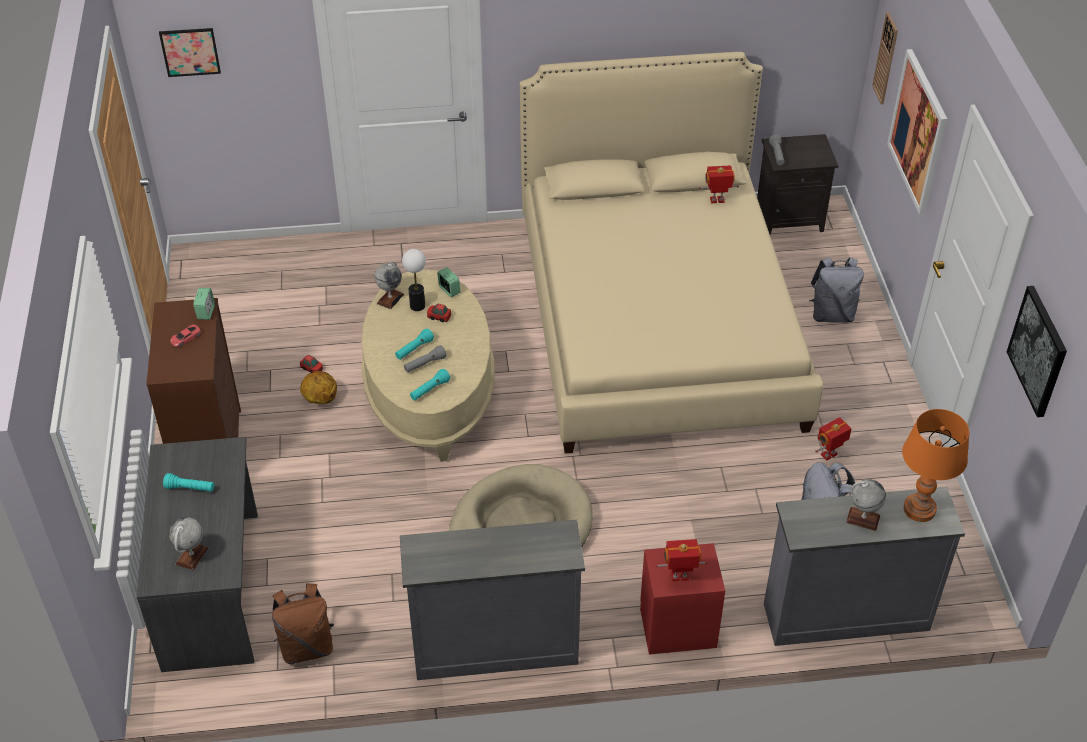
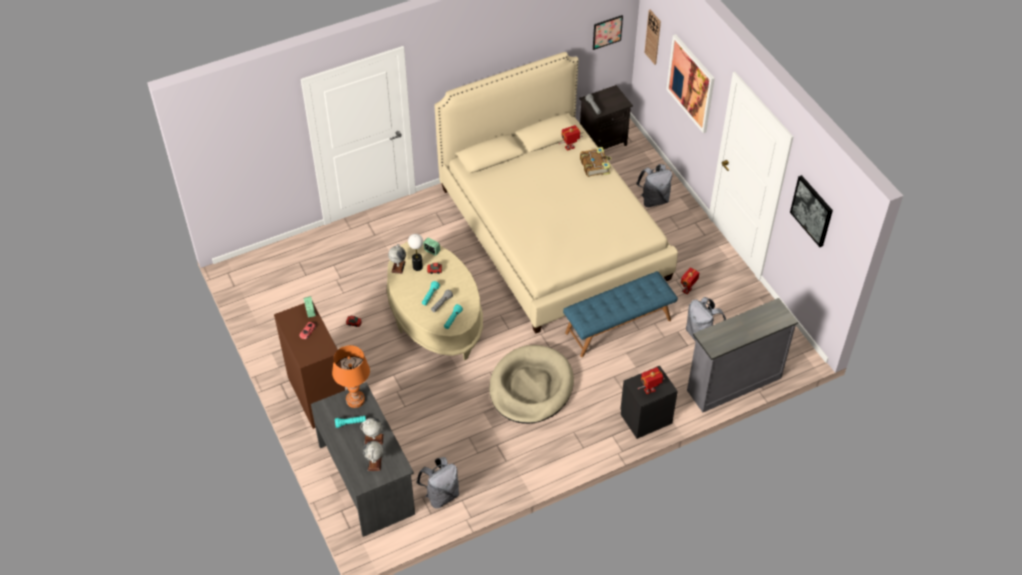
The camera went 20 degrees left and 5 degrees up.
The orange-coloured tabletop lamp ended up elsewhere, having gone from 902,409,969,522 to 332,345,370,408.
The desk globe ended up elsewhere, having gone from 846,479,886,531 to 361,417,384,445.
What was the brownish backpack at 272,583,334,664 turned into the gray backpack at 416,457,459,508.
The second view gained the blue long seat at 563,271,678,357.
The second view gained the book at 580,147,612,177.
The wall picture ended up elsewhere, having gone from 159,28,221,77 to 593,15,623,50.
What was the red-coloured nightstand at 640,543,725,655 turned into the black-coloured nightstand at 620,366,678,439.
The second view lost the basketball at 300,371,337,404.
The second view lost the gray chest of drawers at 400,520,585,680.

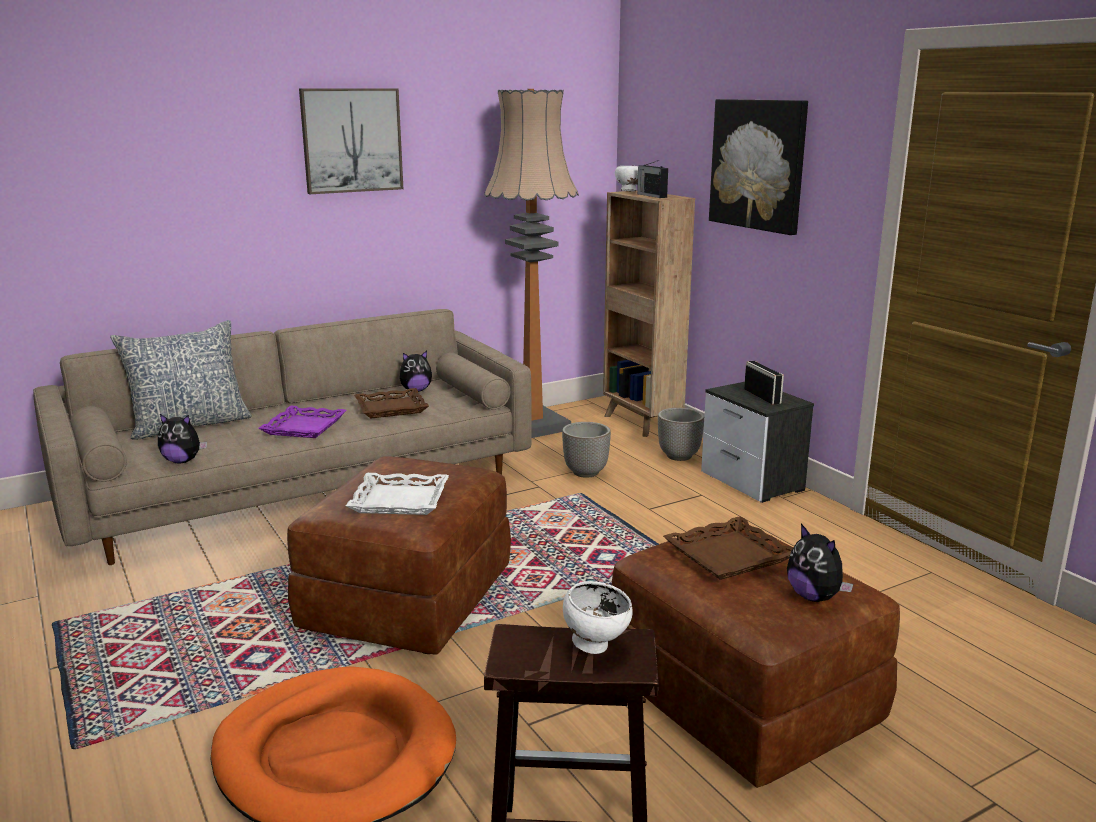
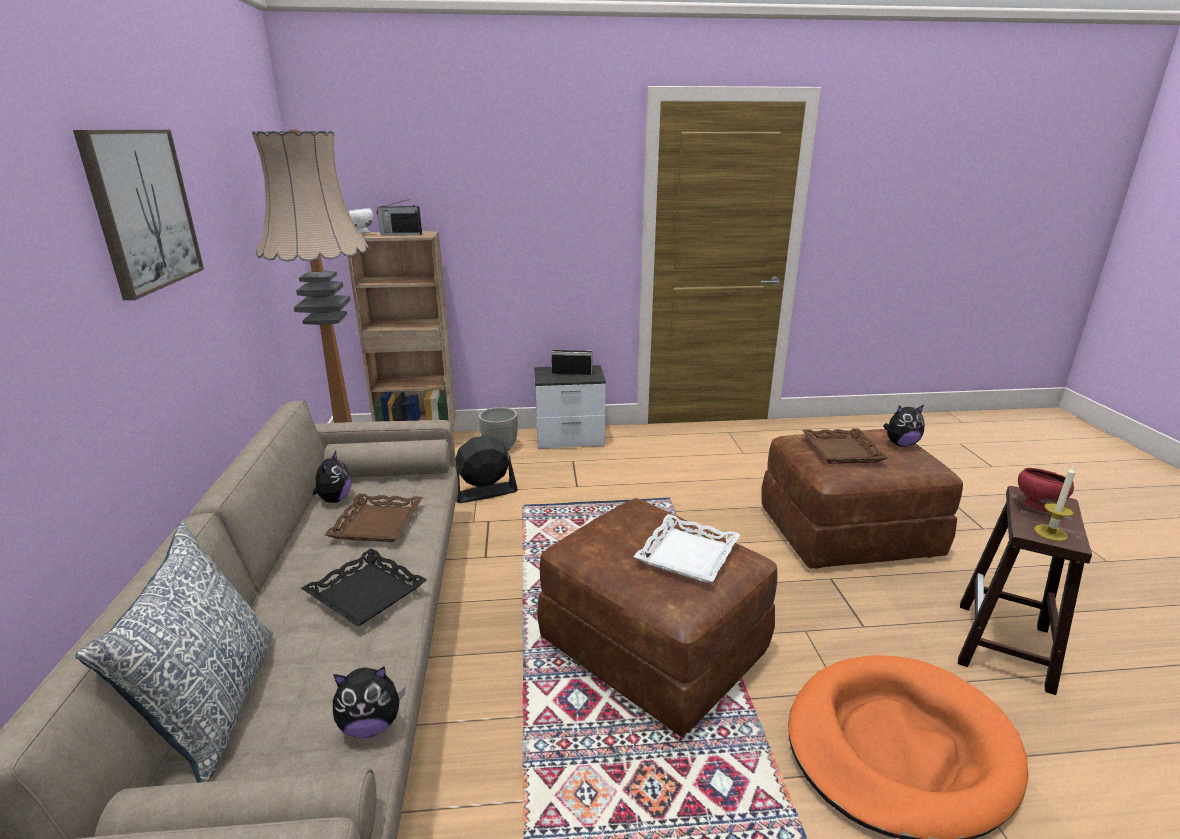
The camera went 65 degrees left and 5 degrees up.
What was the purple-coloured serving tray at 258,406,347,438 turned into the black-coloured serving tray at 301,548,427,626.
The soft toy at 158,414,207,463 ended up facing another way, 45 degrees clockwise from before.
Where the flower pot stood at 562,422,611,478, the black-coloured cooling fan came to stand at 455,435,518,503.
What was the white-coloured deep dish at 563,581,633,654 turned into the red-coloured deep dish at 1018,468,1074,512.
The second view gained the candle at 1034,466,1075,541.
The second view lost the wall picture at 709,99,808,235.

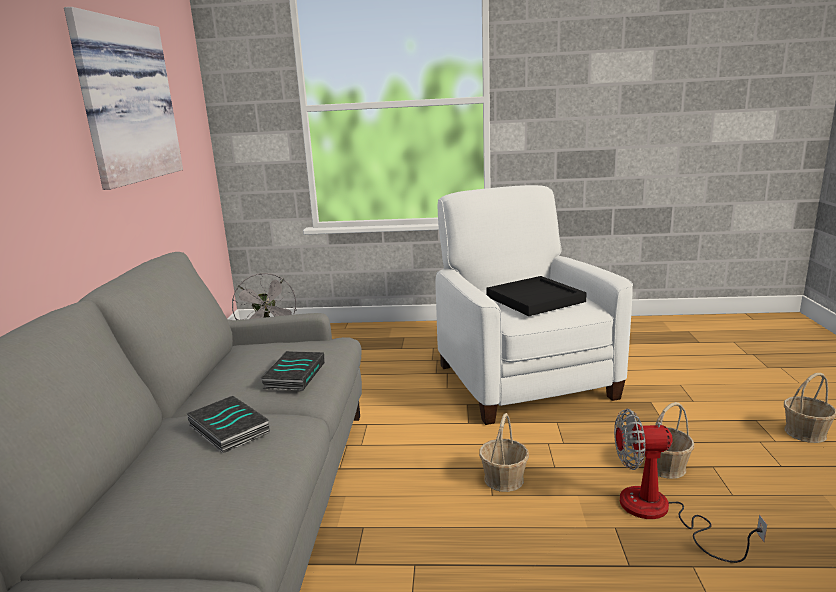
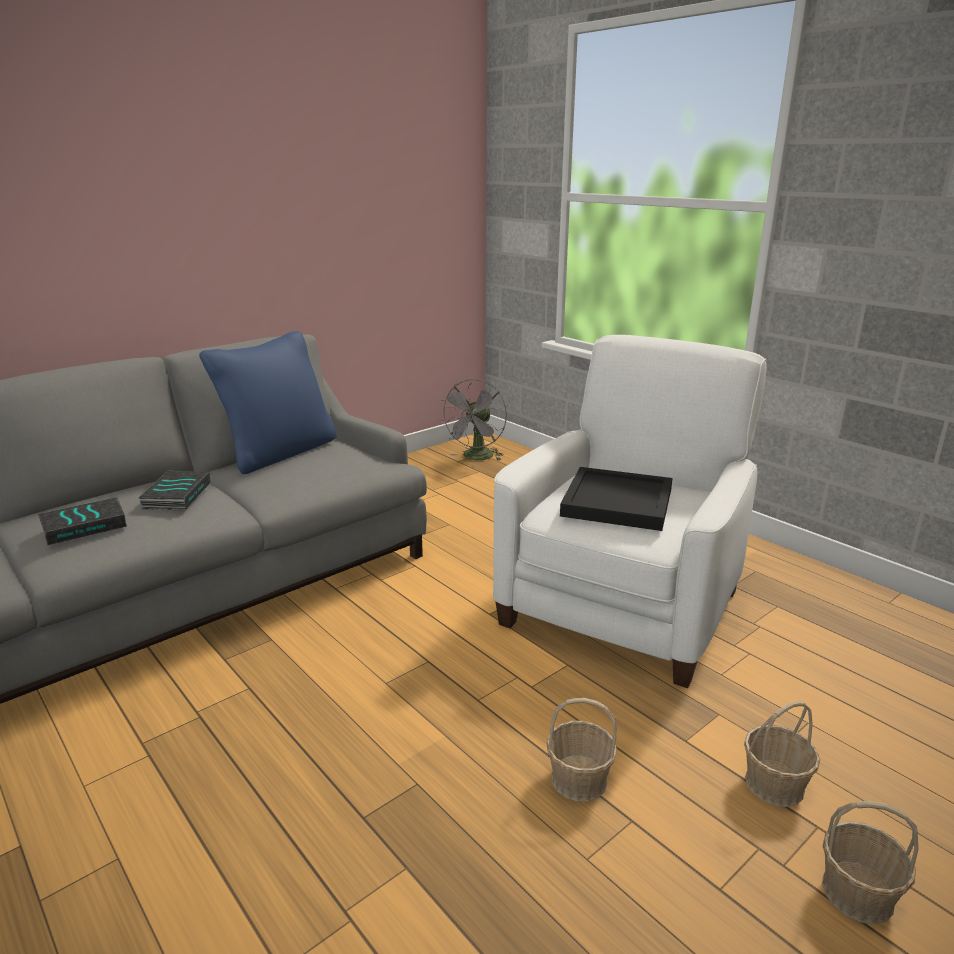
The camera went 45 degrees right and 5 degrees up.
The book ended up elsewhere, having gone from 261,351,325,391 to 38,497,127,545.
The second view gained the blue throw pillow at 199,331,336,474.
The household basket ended up elsewhere, having gone from 479,413,529,492 to 744,701,820,807.
The second view lost the wall picture at 64,7,183,190.
The second view lost the cooling fan at 614,409,767,563.

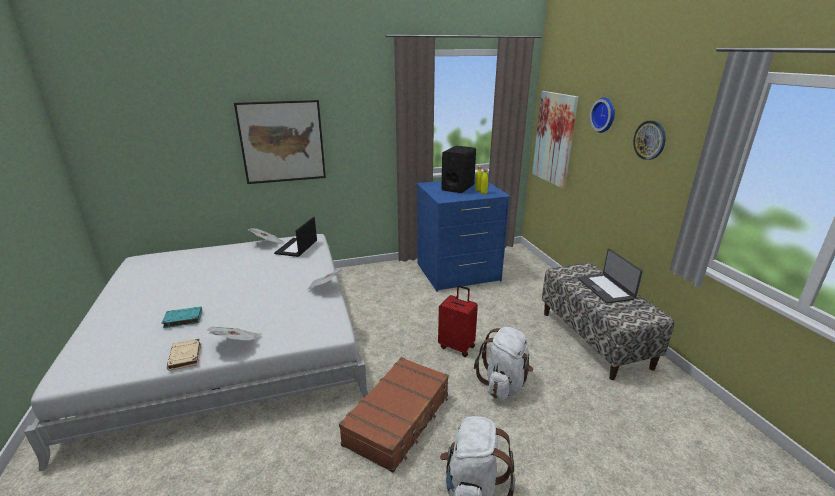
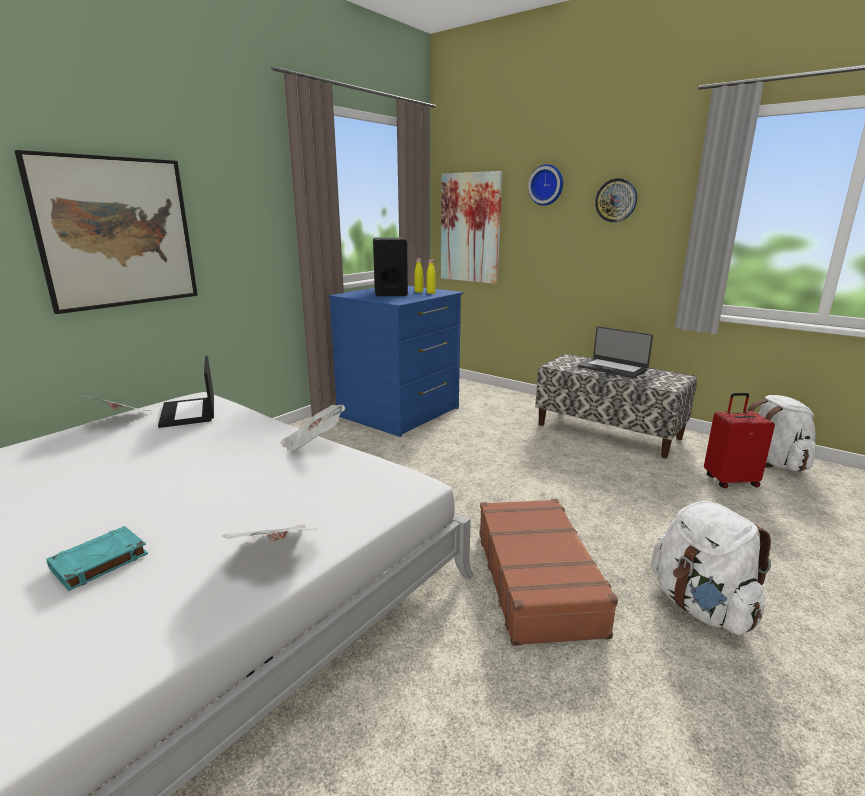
The camera went 35 degrees left and 5 degrees down.
The red-coloured suitcase ended up elsewhere, having gone from 438,285,478,357 to 704,393,775,488.
The white-coloured backpack ended up elsewhere, having gone from 474,327,533,400 to 747,395,816,471.
The second view lost the beige book at 167,338,201,371.

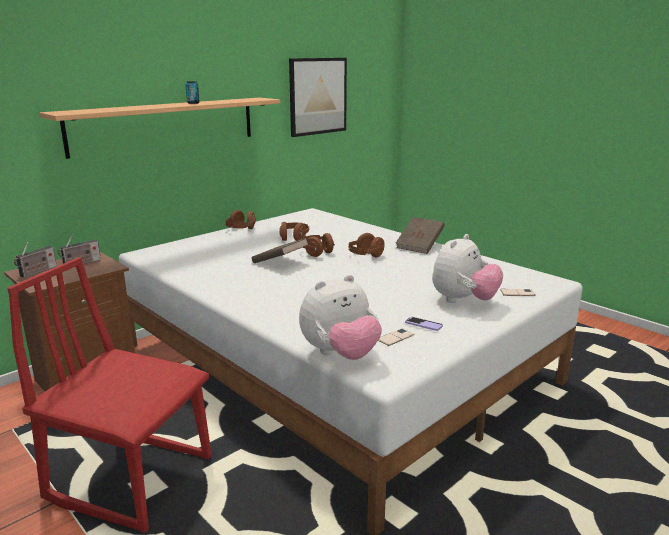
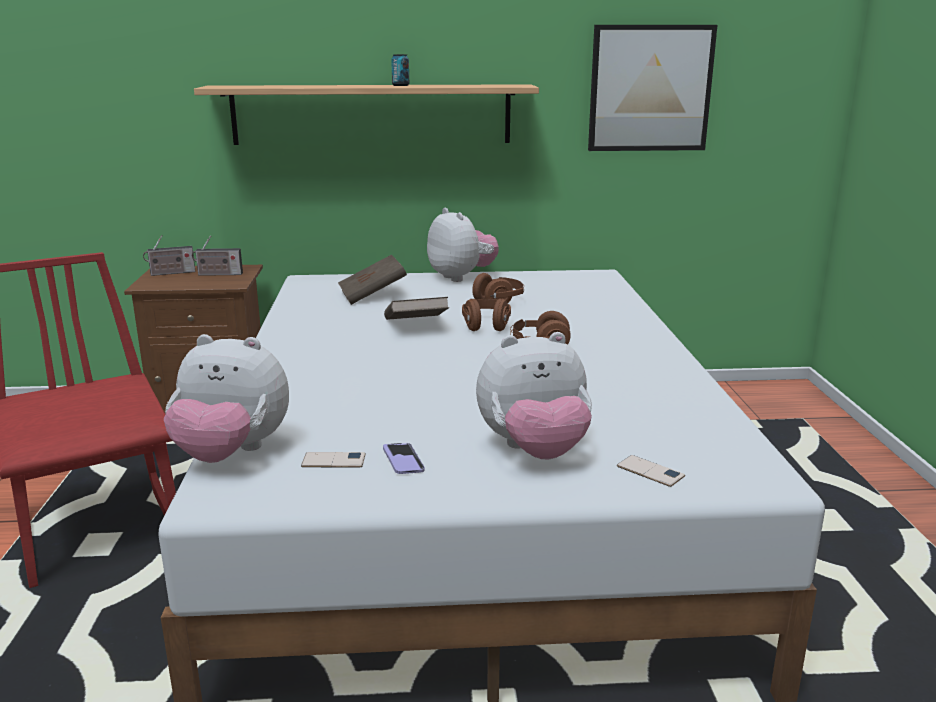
The camera went 40 degrees right and 0 degrees up.
The brownish book ended up elsewhere, having gone from 396,217,445,254 to 338,255,407,305.
Where the brownish headphones stood at 225,210,256,229, the soft toy came to stand at 427,208,499,282.

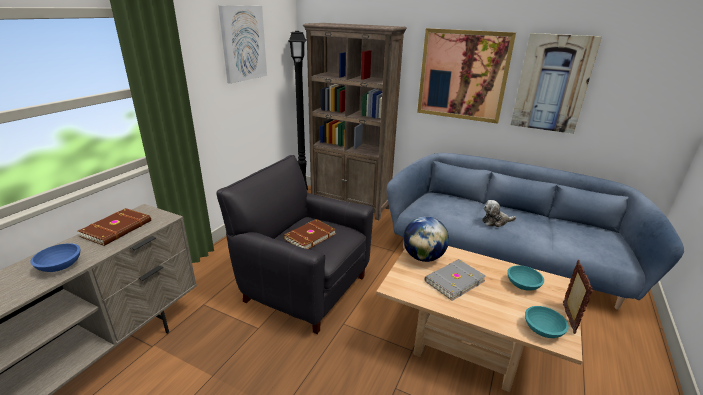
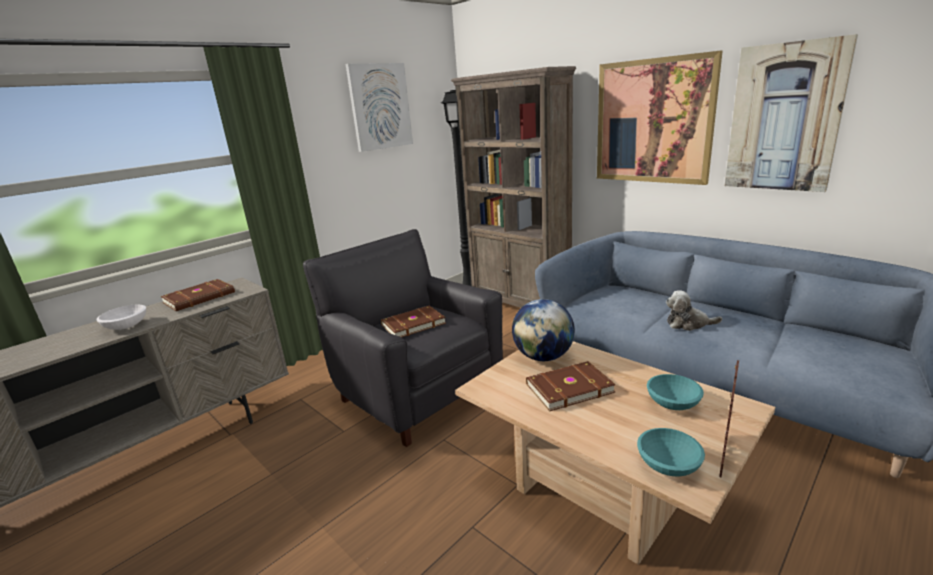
The camera went 20 degrees right and 5 degrees down.
What was the blue deep dish at 30,243,80,272 turned into the white-coloured deep dish at 96,305,146,330.
What was the gray book at 425,259,486,301 turned into the brownish book at 526,361,616,411.

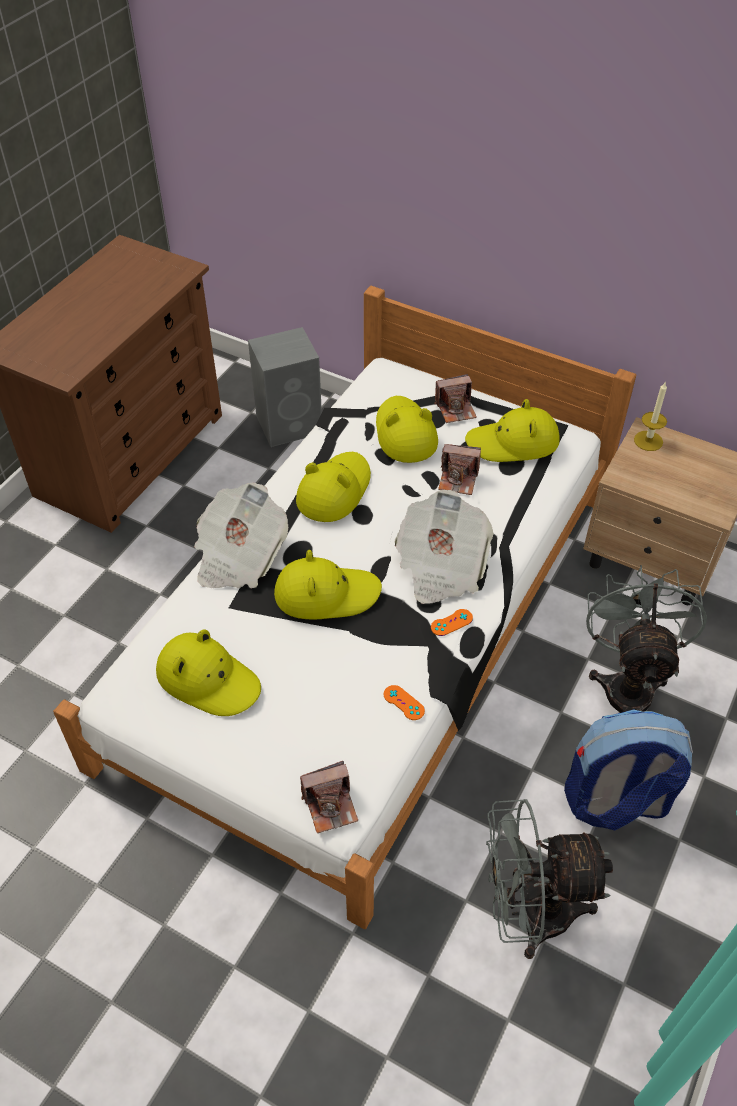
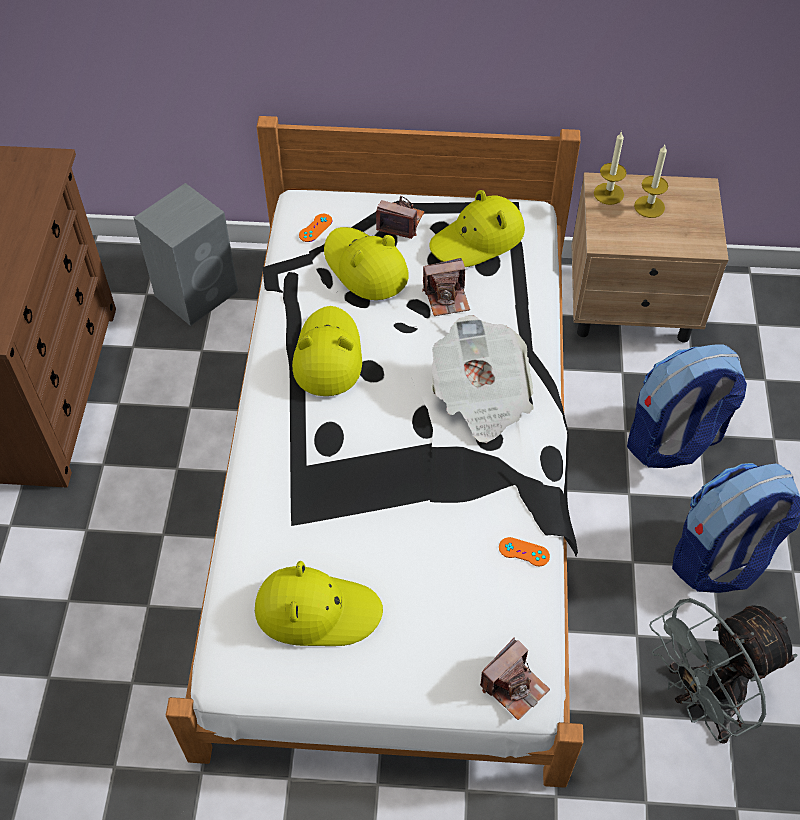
The camera went 25 degrees left and 5 degrees up.
The orange-coloured joypad ended up elsewhere, having gone from 431,609,473,636 to 299,214,333,242.
The photo camera at 435,374,477,423 ended up facing another way, 120 degrees counterclockwise from before.
Where the gray cooling fan stood at 586,565,707,713, the backpack came to stand at 627,344,747,468.
The second view gained the candle at 634,145,668,218.
The second view lost the printed paper at 194,483,289,588.
The second view lost the yellowish wearable hat at 274,550,382,619.

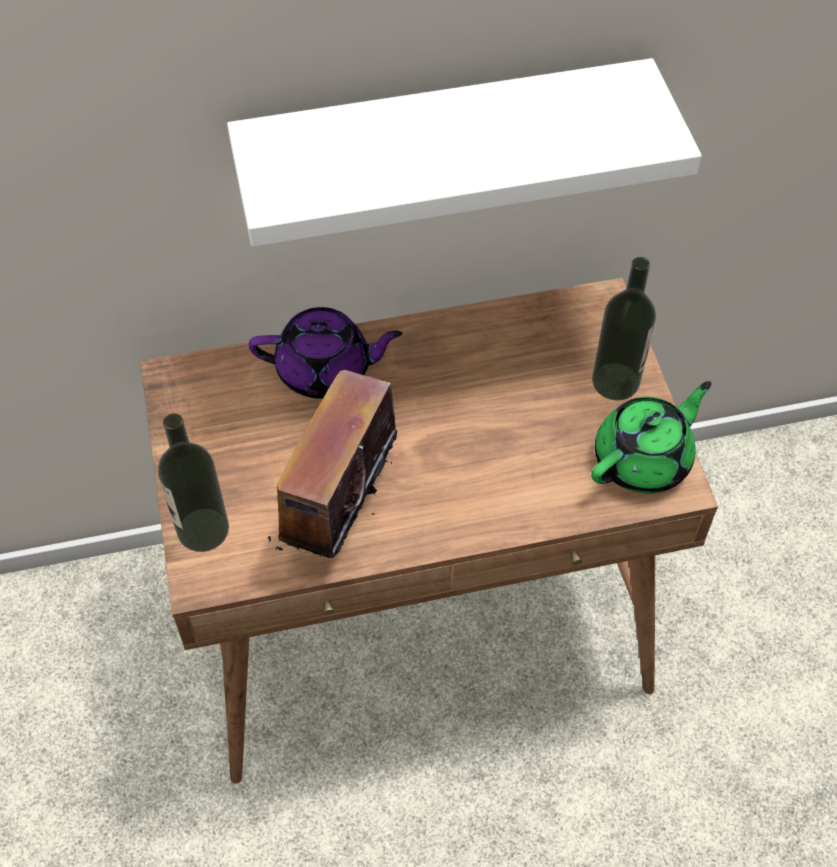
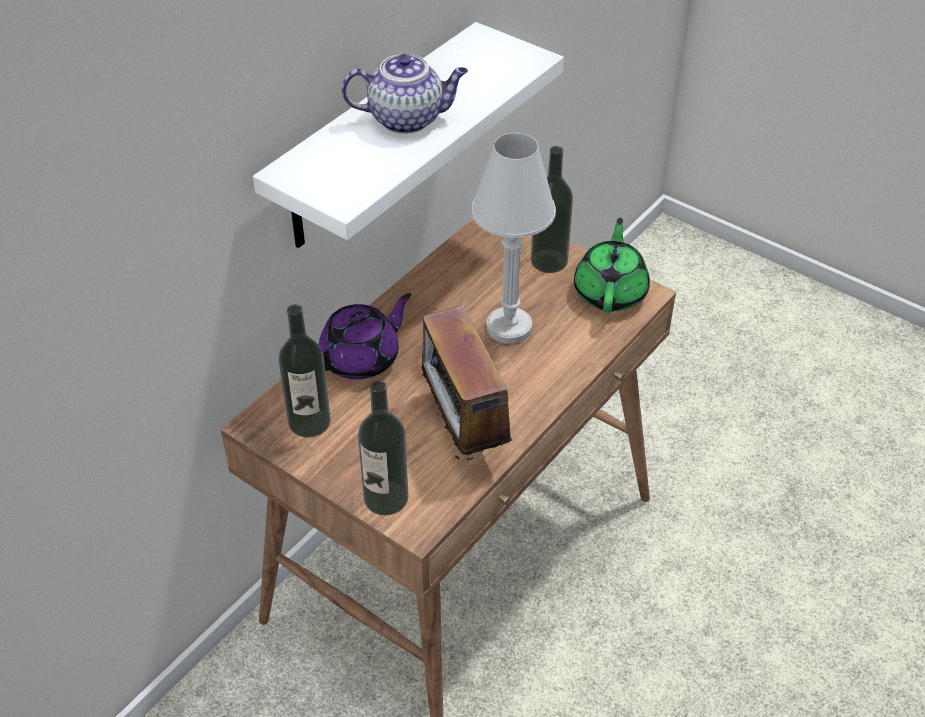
The camera went 40 degrees left and 10 degrees down.
The second view gained the beverage bottle at 279,304,331,438.
The second view gained the teapot at 341,54,468,134.
The second view gained the white-coloured tabletop lamp at 471,133,556,344.

